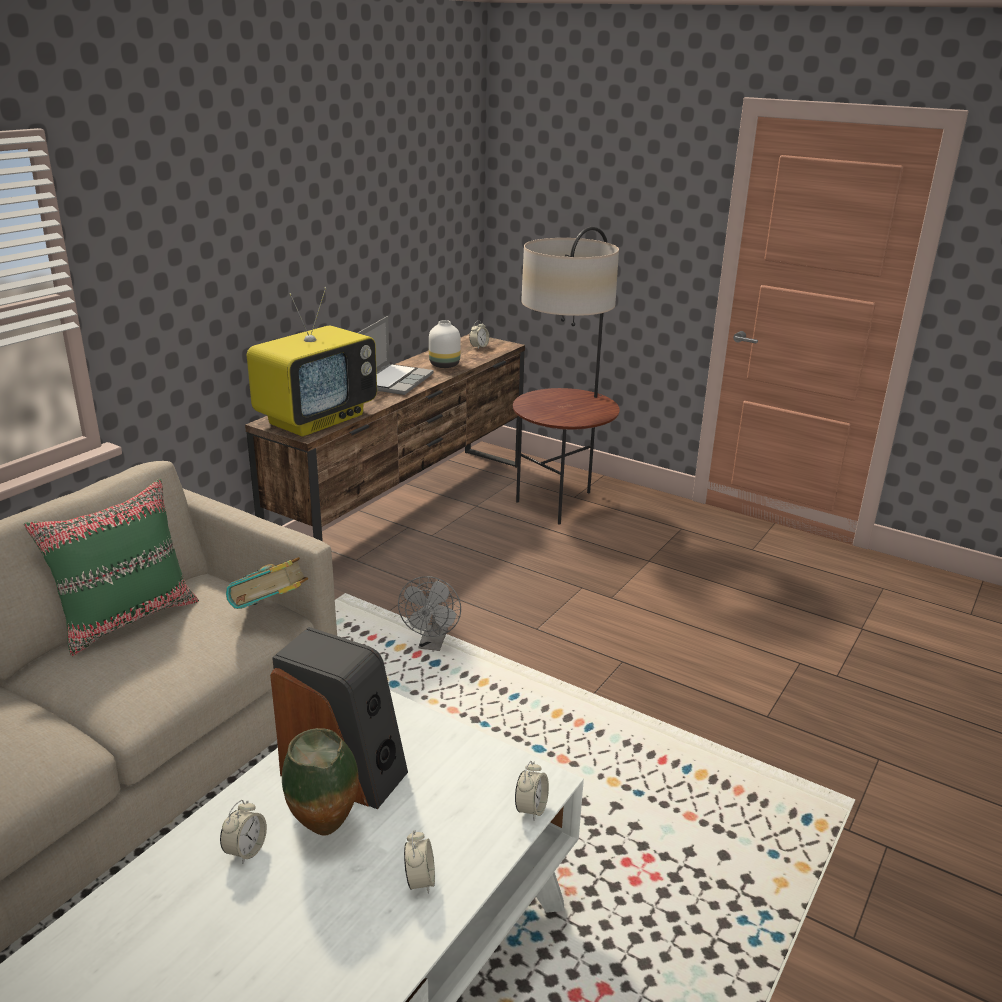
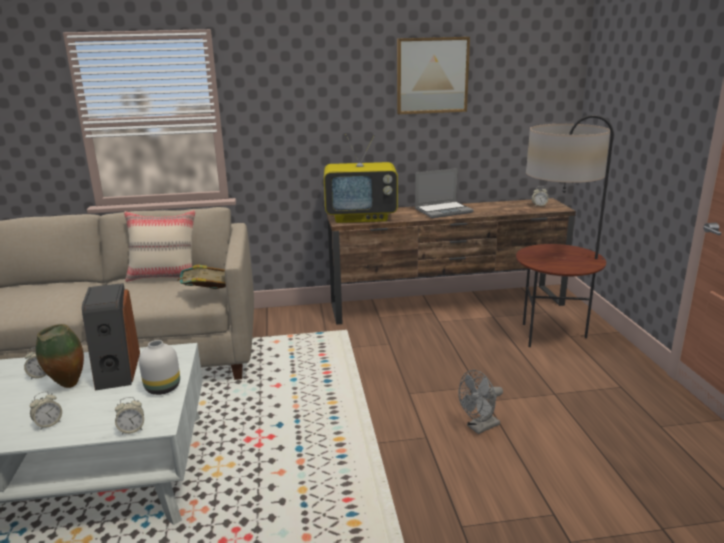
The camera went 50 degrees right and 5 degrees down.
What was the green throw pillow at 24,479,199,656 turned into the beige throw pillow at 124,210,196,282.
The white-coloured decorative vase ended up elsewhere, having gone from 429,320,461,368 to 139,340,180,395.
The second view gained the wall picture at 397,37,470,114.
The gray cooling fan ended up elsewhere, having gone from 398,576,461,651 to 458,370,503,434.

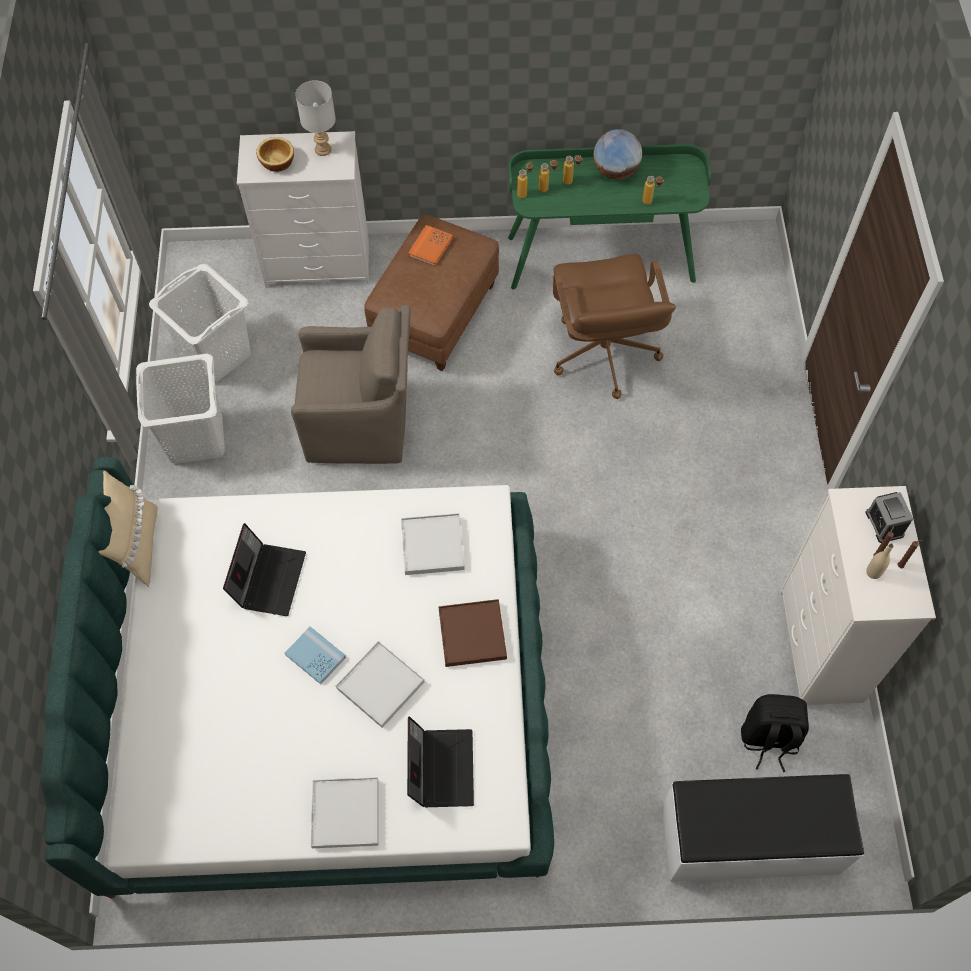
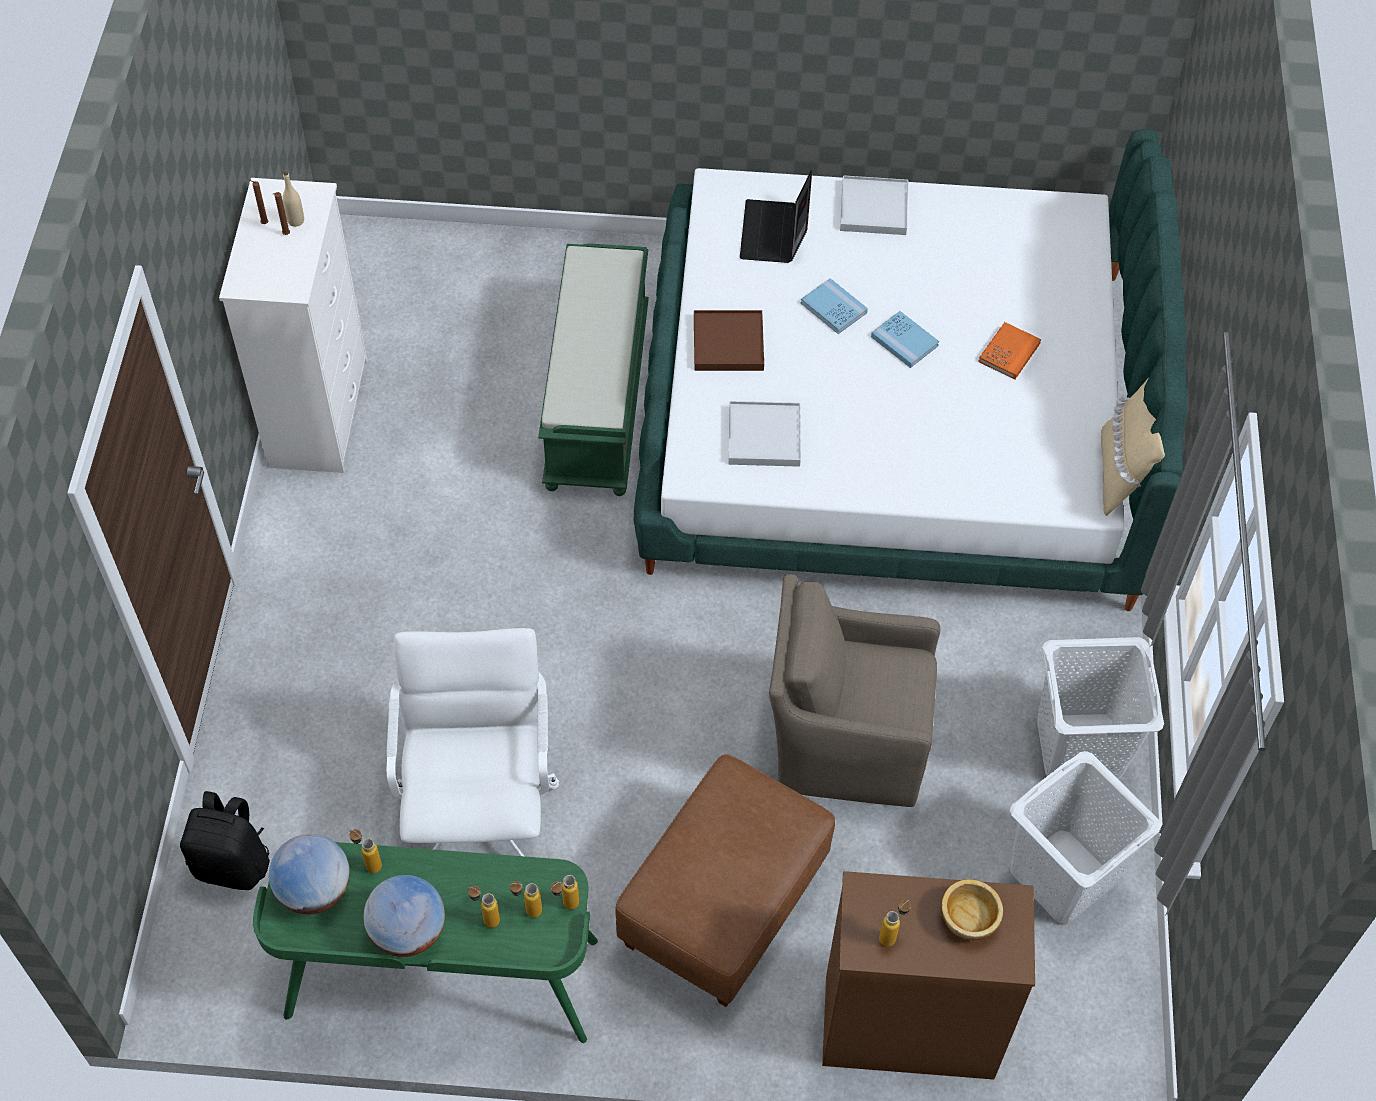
The camera went 175 degrees left and 5 degrees down.
The black-coloured backpack ended up elsewhere, having gone from 741,694,809,772 to 180,791,270,890.
The second view gained the desk globe at 269,834,350,915.
What was the brownish computer chair at 553,254,676,399 turned into the white-coloured computer chair at 386,628,560,857.
The second view gained the green long seat at 538,243,649,496.
Where the white-coloured serving tray stood at 336,641,424,728, the blue book came to stand at 801,278,868,334.
What was the white-coloured chest of drawers at 237,131,369,288 turned into the brownish chest of drawers at 822,871,1035,1080.
Where the gray tabletop lamp stood at 295,80,336,156, the beverage bottle came to stand at 879,900,911,947.
The orange-coloured book ended up elsewhere, having gone from 408,225,453,267 to 978,322,1041,379.
The second view lost the laptop at 223,523,306,616.
The second view lost the white-coloured long seat at 662,774,864,882.
The second view lost the alarm clock at 865,492,913,543.

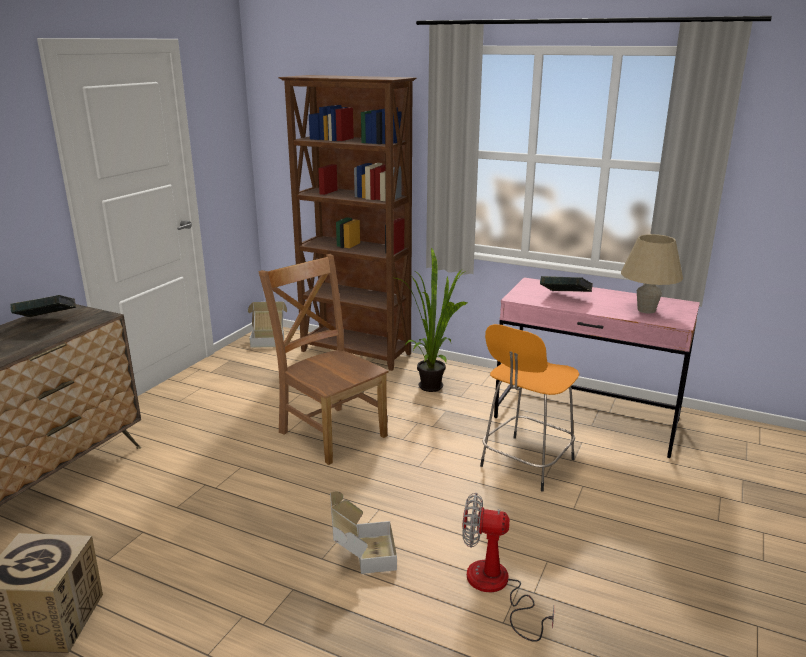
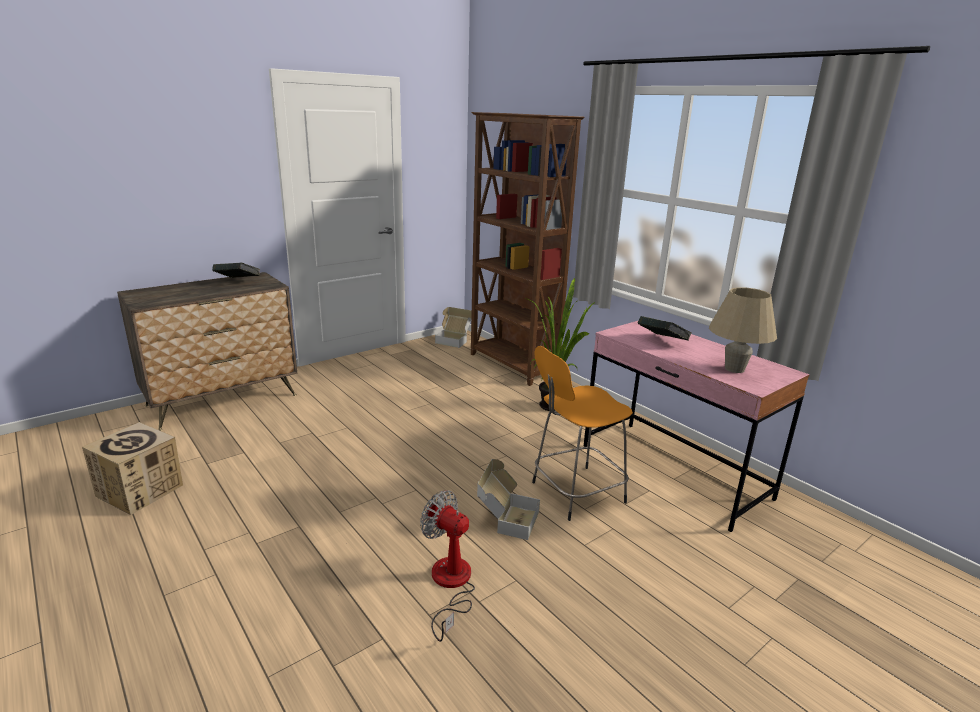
The camera went 25 degrees right and 0 degrees up.
The carton ended up elsewhere, having gone from 330,491,397,574 to 477,459,540,540.
The second view lost the brownish chair at 259,254,389,465.

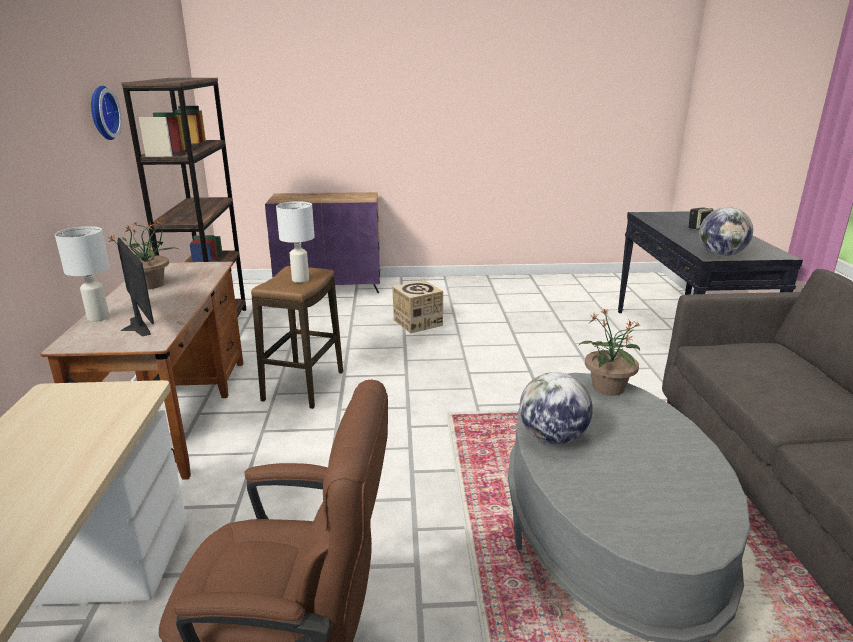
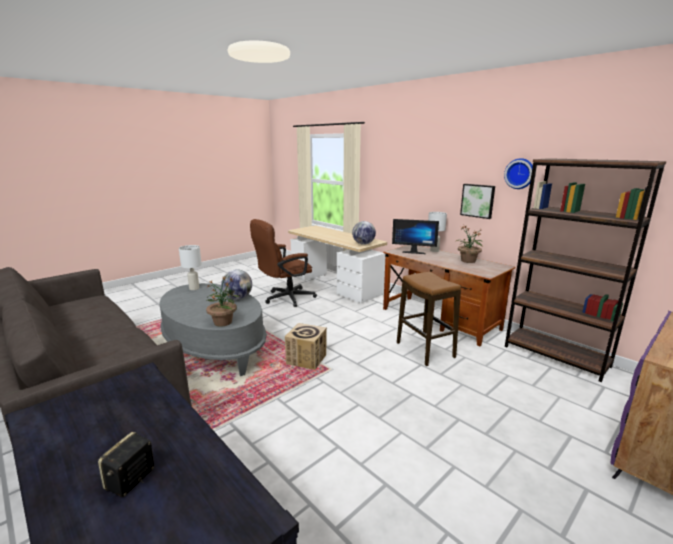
The camera went 140 degrees right and 5 degrees down.
The white-coloured tabletop lamp ended up elsewhere, having gone from 276,201,315,283 to 179,245,202,290.
The carton ended up elsewhere, having gone from 392,280,443,333 to 285,323,327,370.
The desk globe ended up elsewhere, having gone from 699,207,753,256 to 352,221,376,245.
The second view gained the wall picture at 460,184,495,219.

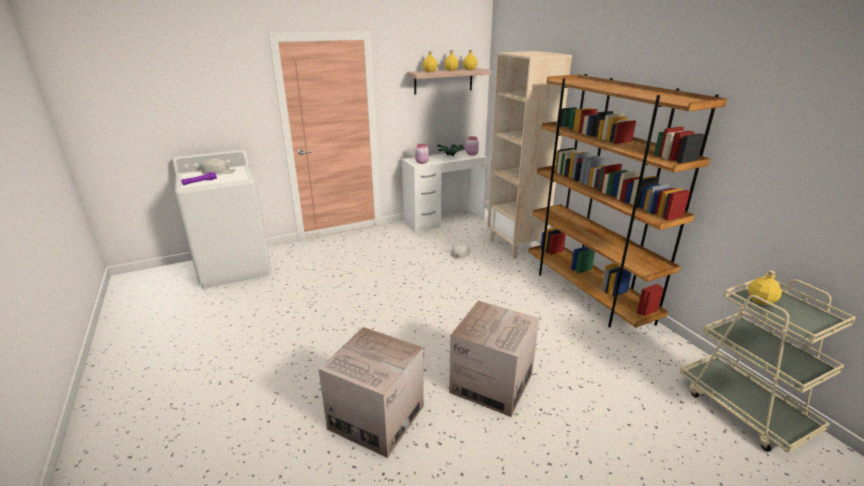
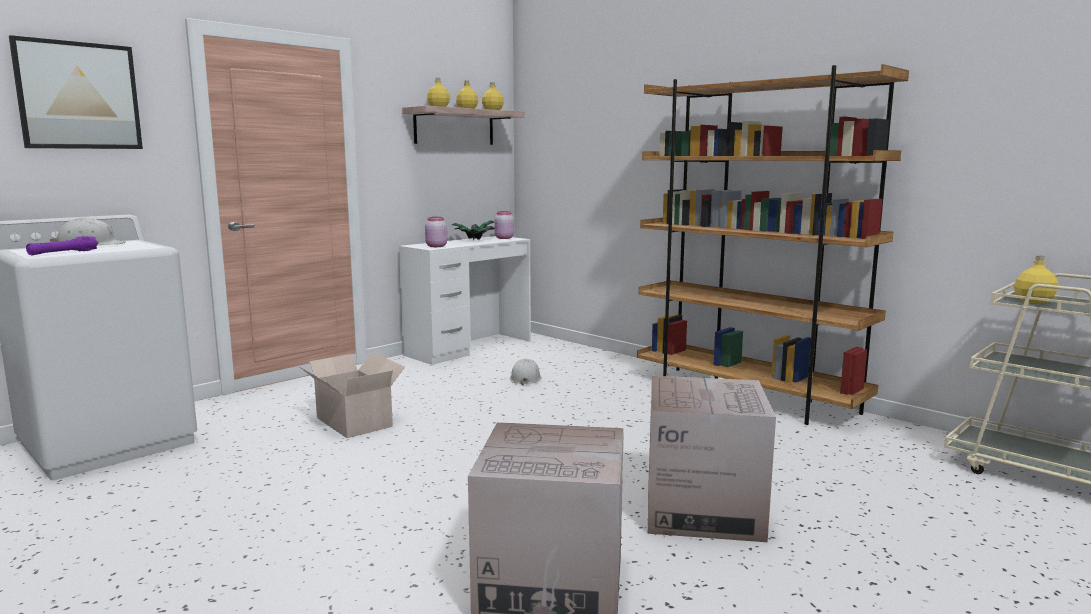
The camera went 20 degrees left and 15 degrees down.
The second view gained the wall picture at 9,35,143,149.
The second view gained the carton at 297,352,405,438.
The second view lost the beige shelving unit at 487,51,572,259.

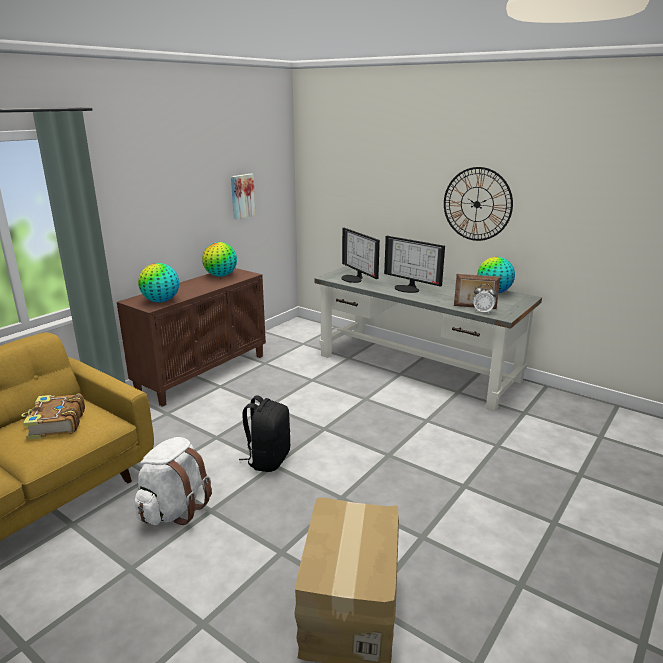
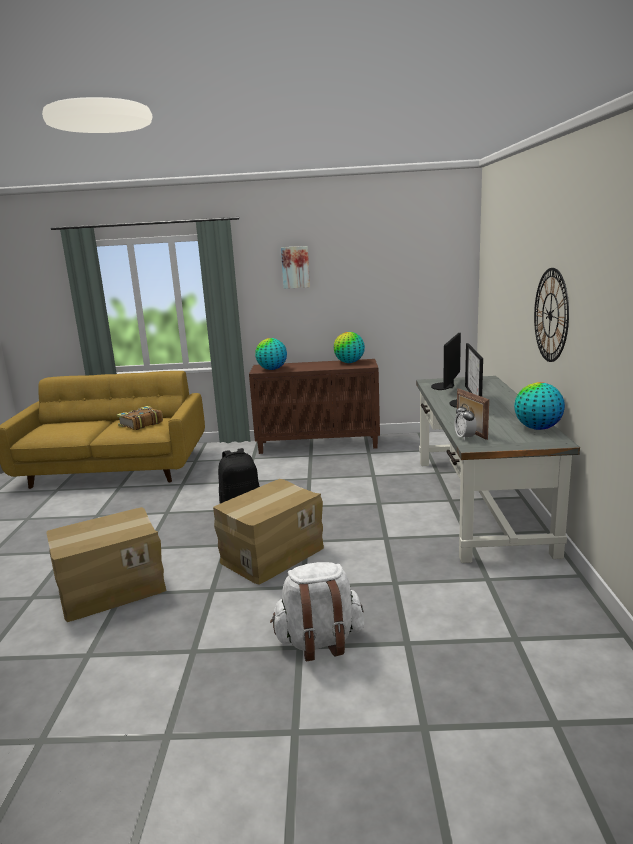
The camera went 55 degrees right and 5 degrees down.
The second view gained the carton at 213,479,324,585.
The white-coloured backpack ended up elsewhere, having gone from 135,437,212,525 to 270,562,364,661.
The wall picture ended up elsewhere, having gone from 231,174,256,219 to 281,246,310,289.

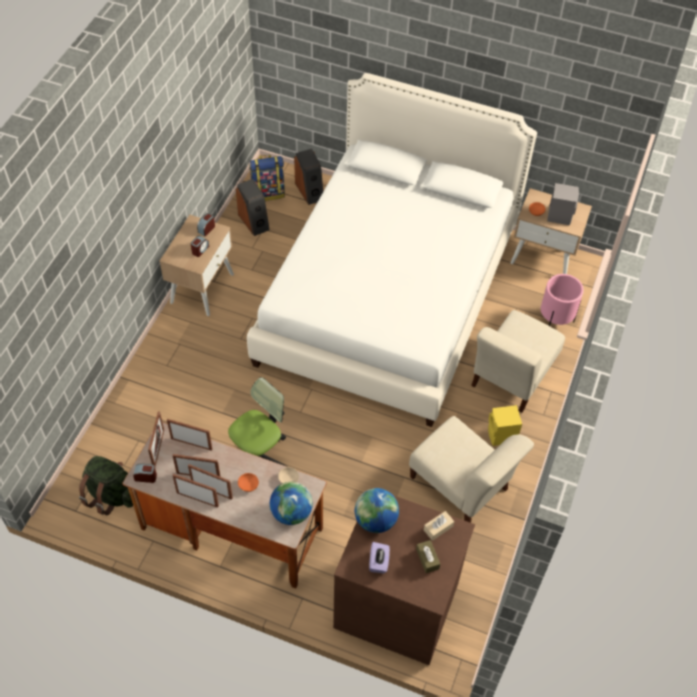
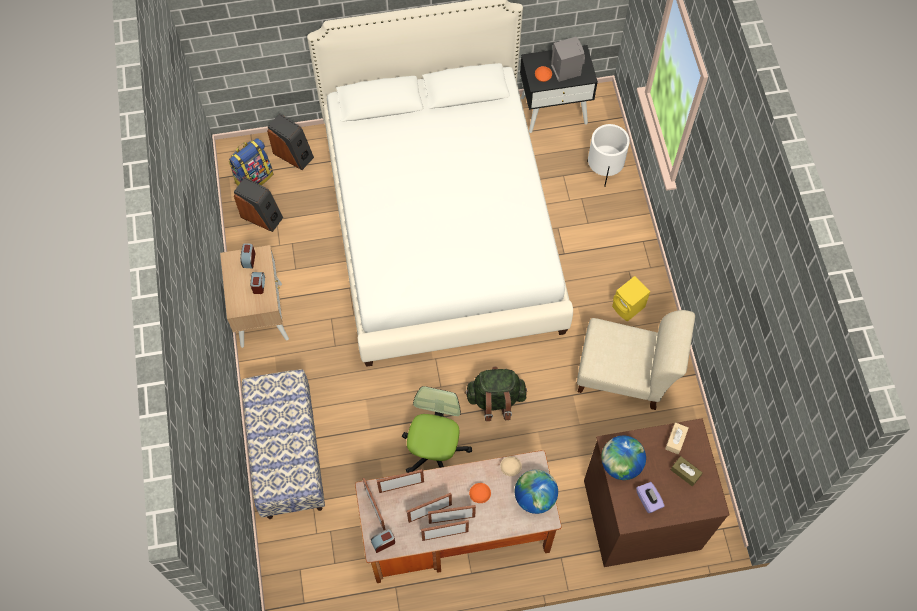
The camera went 30 degrees left and 10 degrees up.
The second view gained the long seat at 242,369,325,519.
The green backpack ended up elsewhere, having gone from 79,456,133,515 to 465,366,527,421.
What was the beige nightstand at 511,188,592,274 turned into the black-coloured nightstand at 520,45,598,133.
What was the pink-coloured flower pot at 541,274,584,326 turned into the white-coloured flower pot at 587,124,630,187.
The second view lost the beige chair at 471,310,565,412.

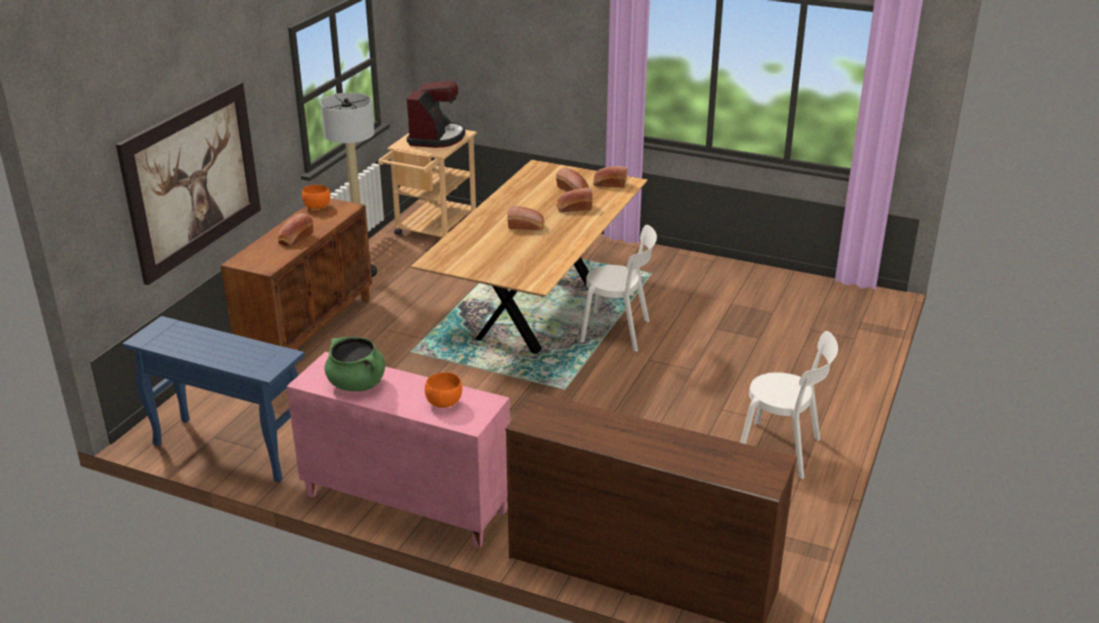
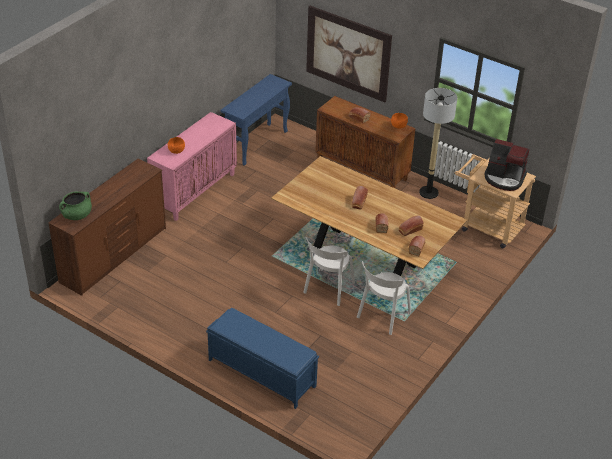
The camera went 100 degrees right and 10 degrees up.
The green saucepot ended up elsewhere, having gone from 325,337,385,391 to 59,191,92,220.
The second view gained the blue long seat at 206,308,319,409.
The white-coloured chair ended up elsewhere, having gone from 740,331,838,479 to 357,261,411,335.

